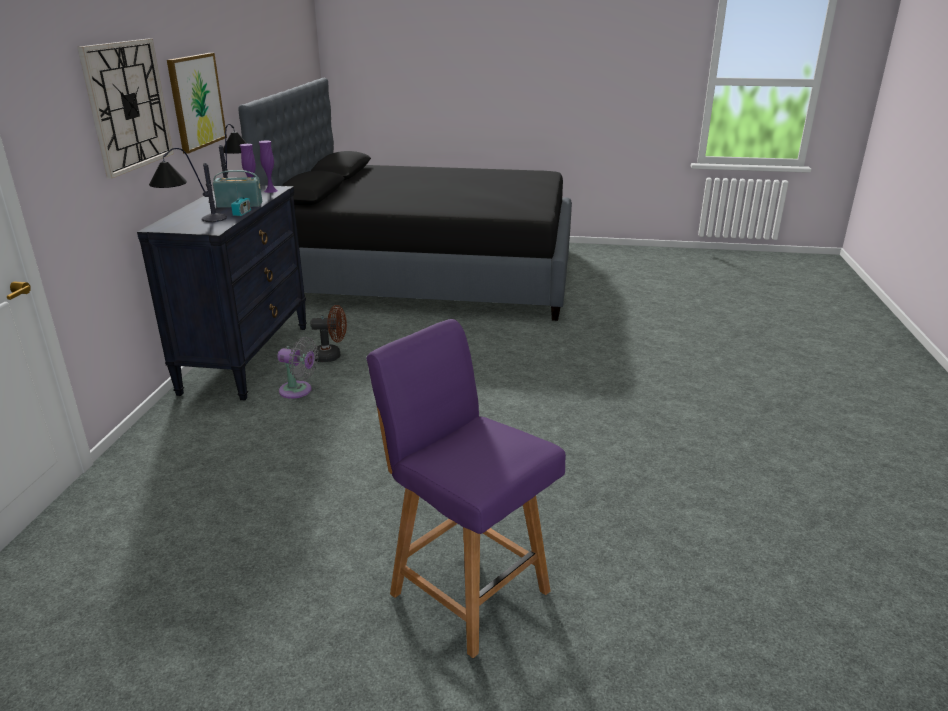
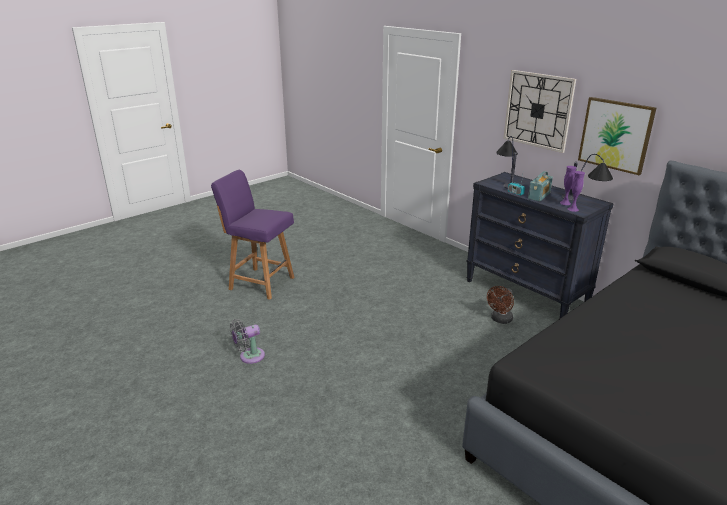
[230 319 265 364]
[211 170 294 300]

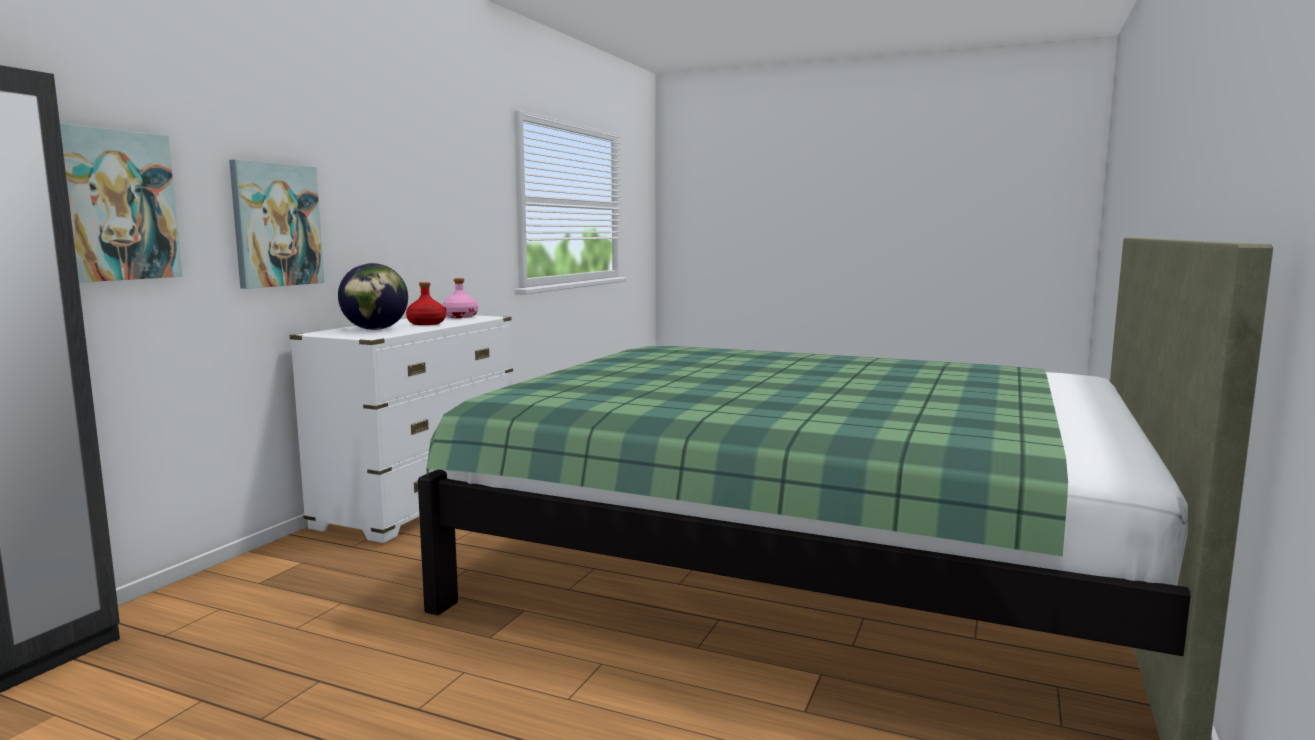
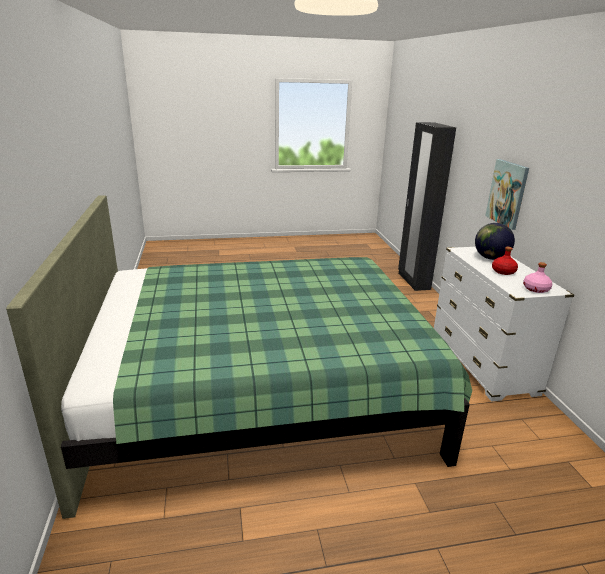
[60 124 182 282] (first image)

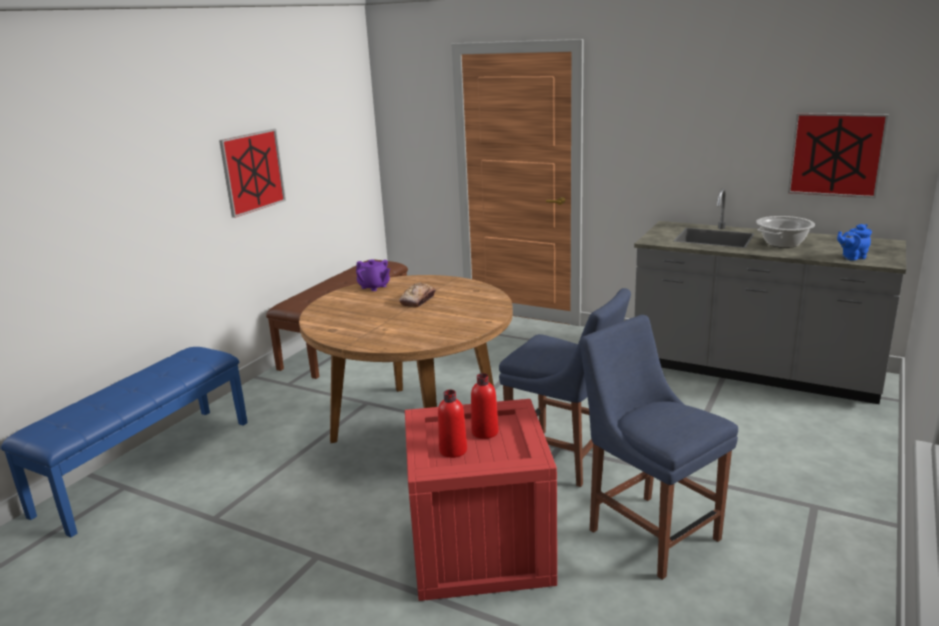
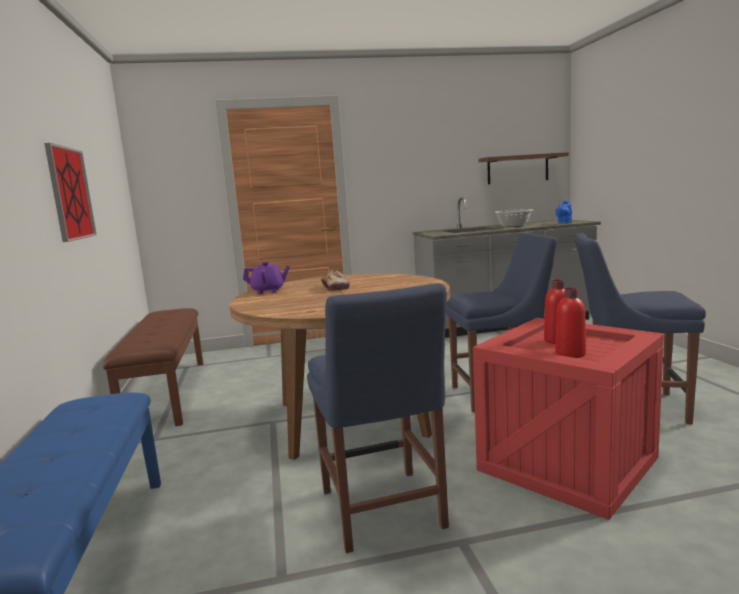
[478 152 569 184]
[307 283 449 553]

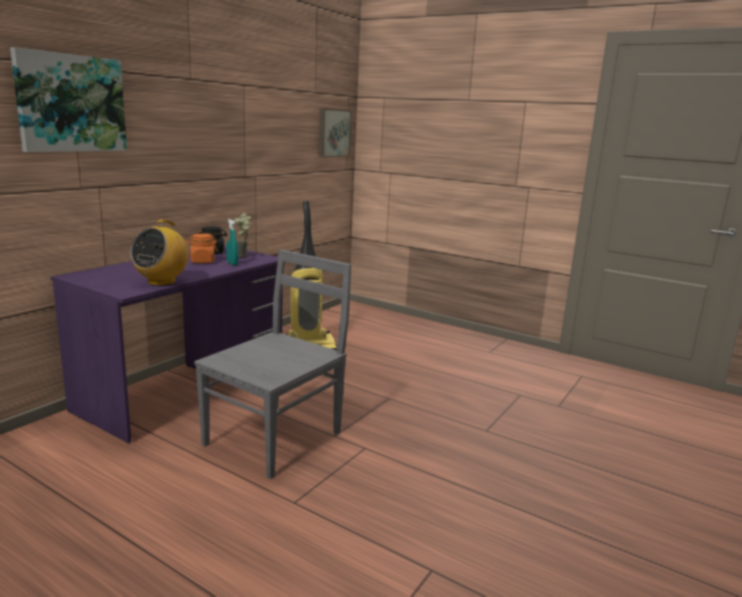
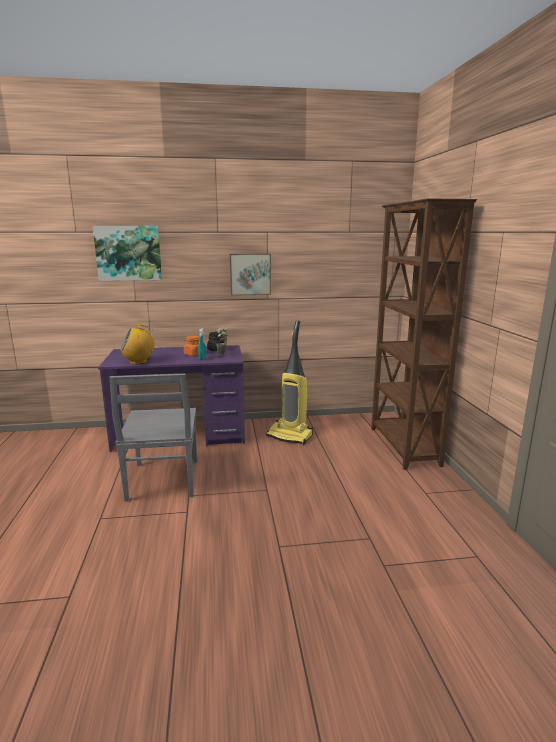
[109 374 197 502]
[230 254 271 296]
[371 198 477 470]

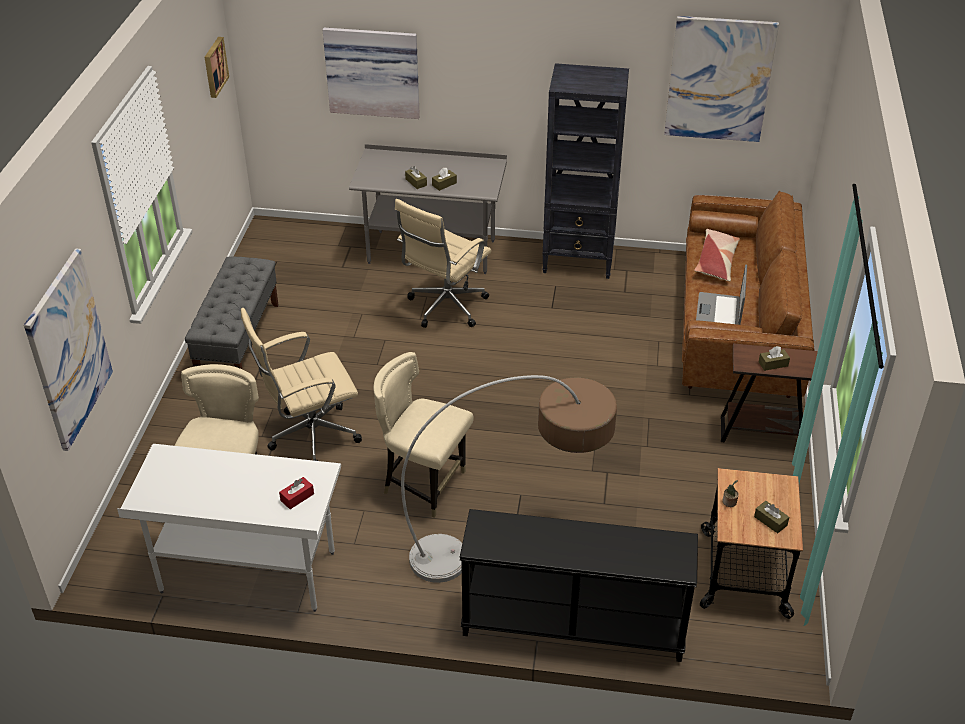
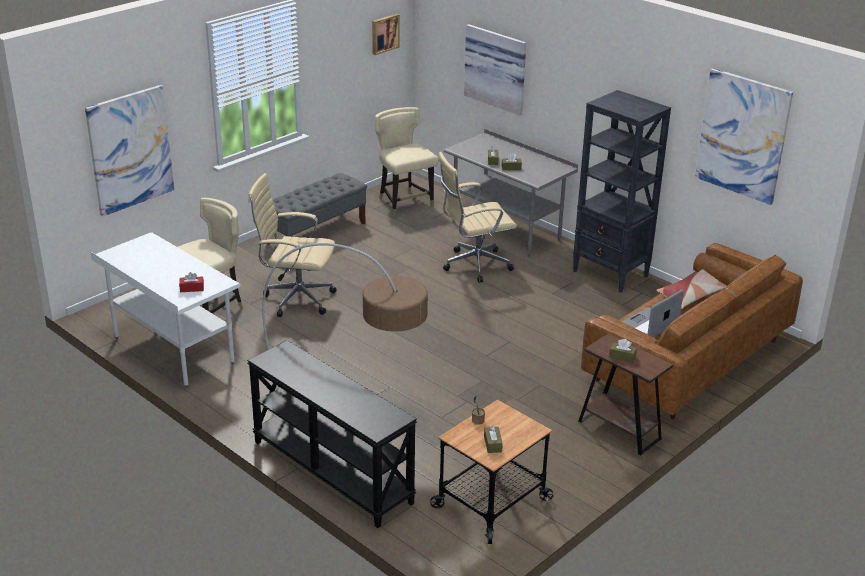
[375 107 438 216]

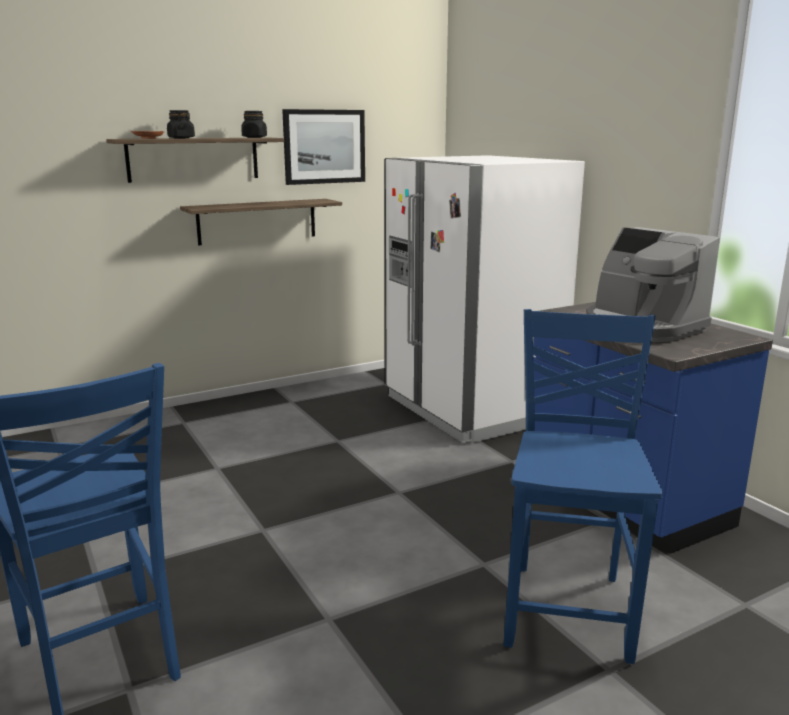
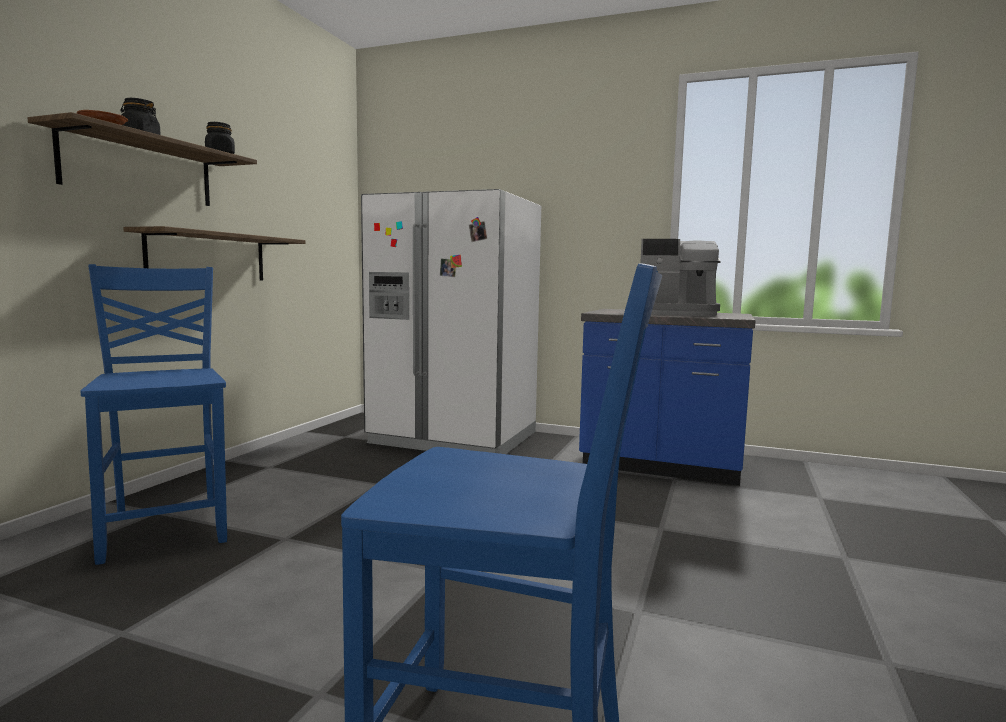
[282 109 365 185] (first image)
[81 264 227 565]

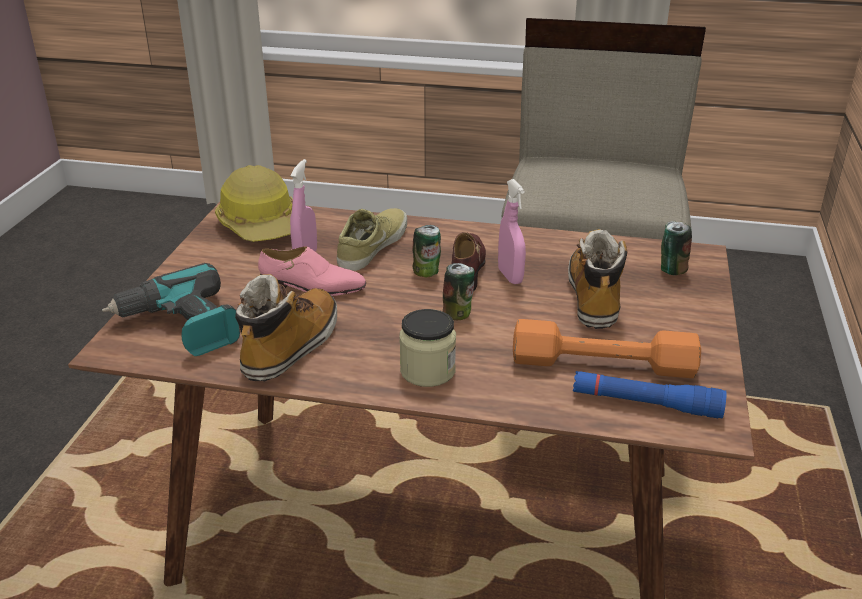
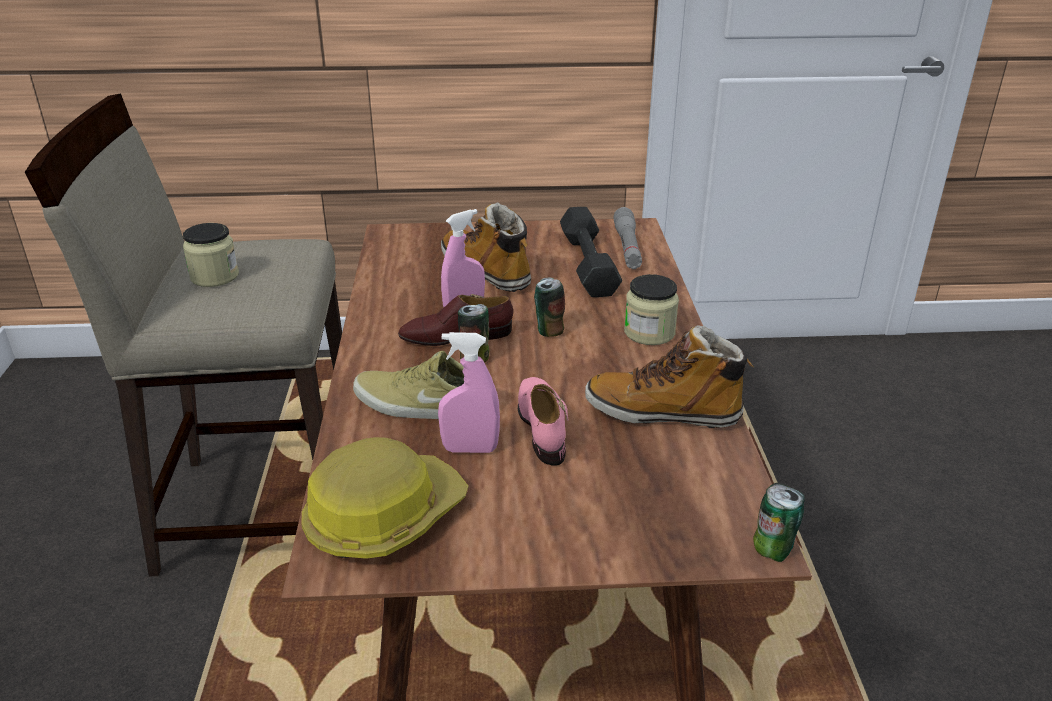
[102 263 240 356] (first image)
[560 207 622 297]
[441 202 531 292]
[613 207 642 269]
[753 483 805 562]
[183 223 239 287]

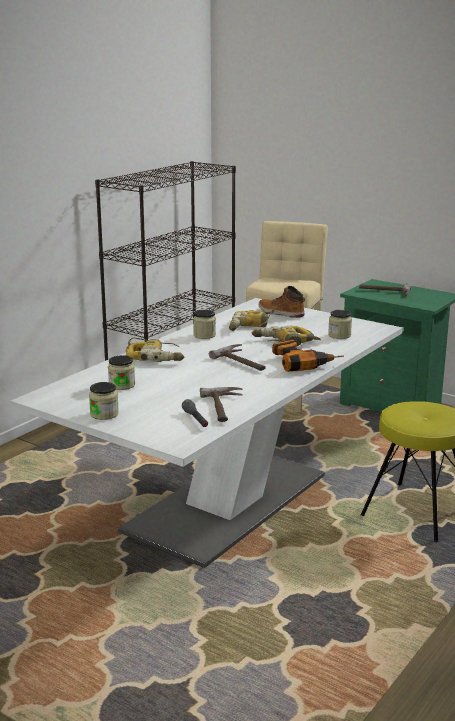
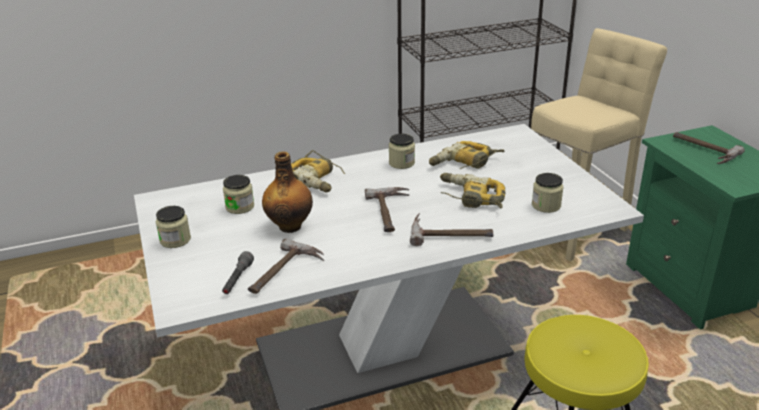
[258 286 305 318] (first image)
[410 213 493 246]
[262 151 313 233]

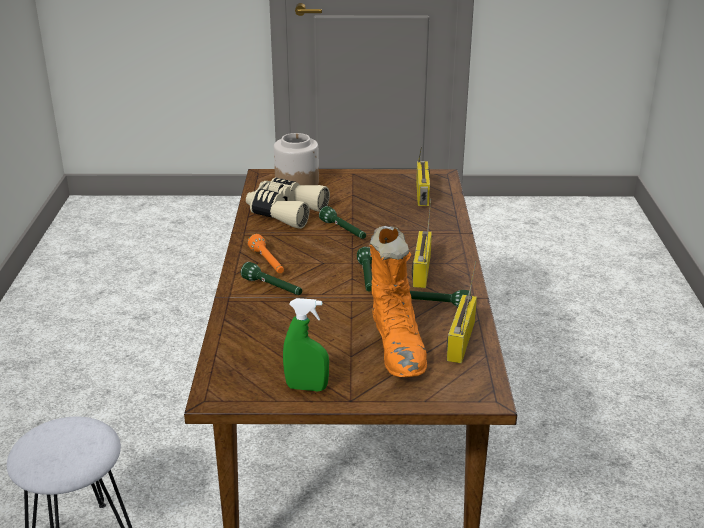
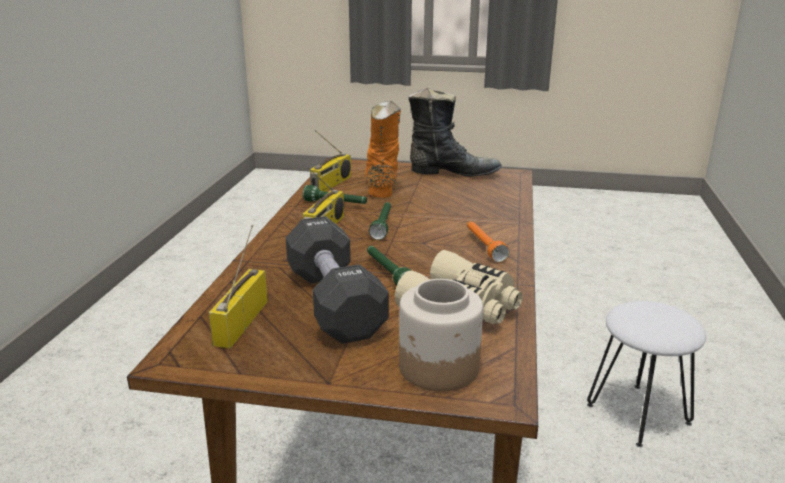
[241 262 302 295] (first image)
[408 88 502 177]
[286 216 389 344]

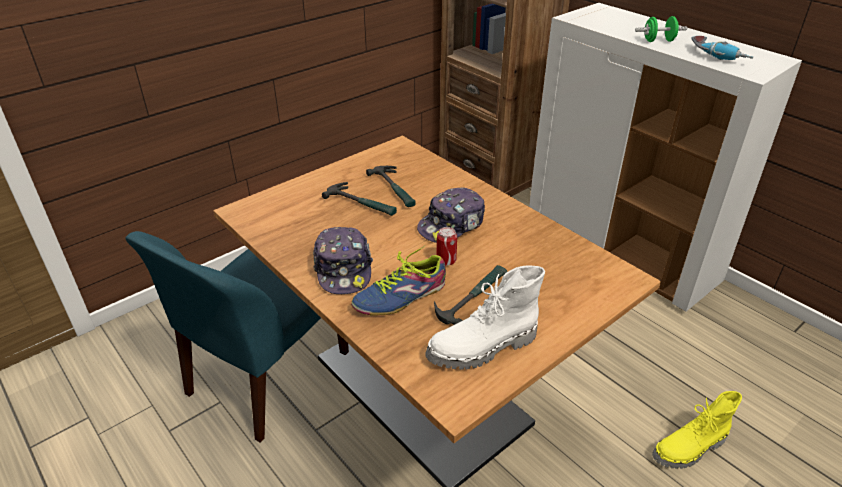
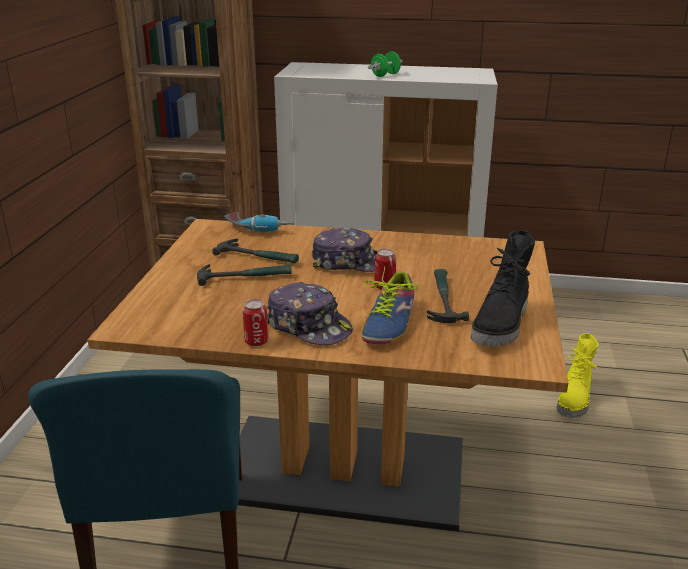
[312 228 377 272]
[471 230 535 347]
[225 212 294 233]
[243 299 269 347]

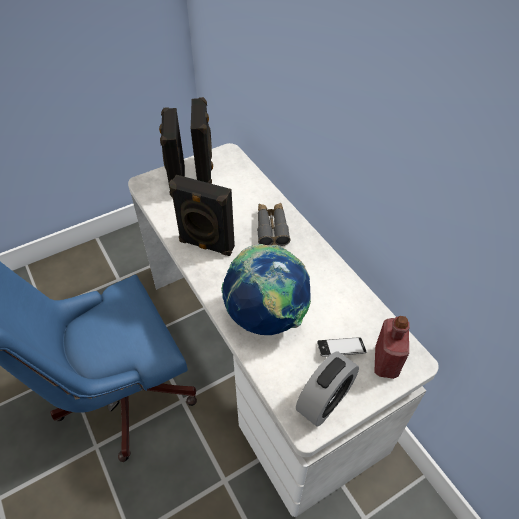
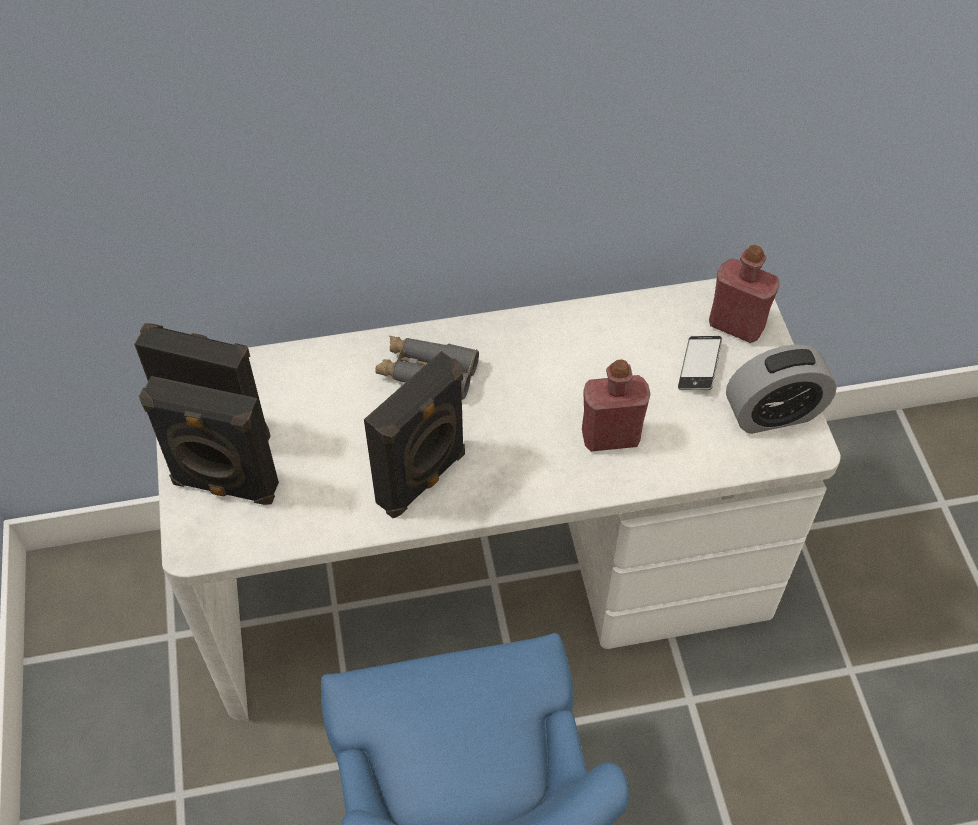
[582 359 650 452]
[726 344 837 434]

